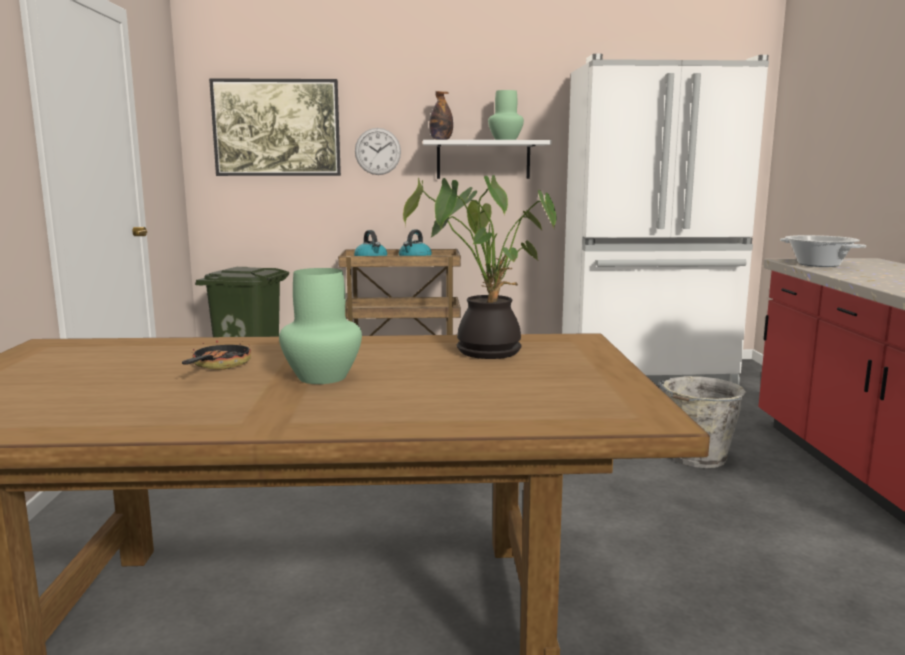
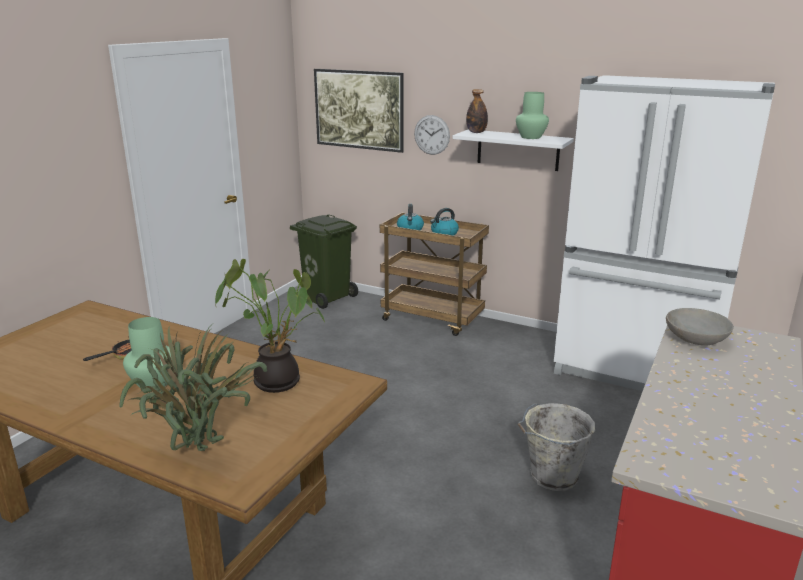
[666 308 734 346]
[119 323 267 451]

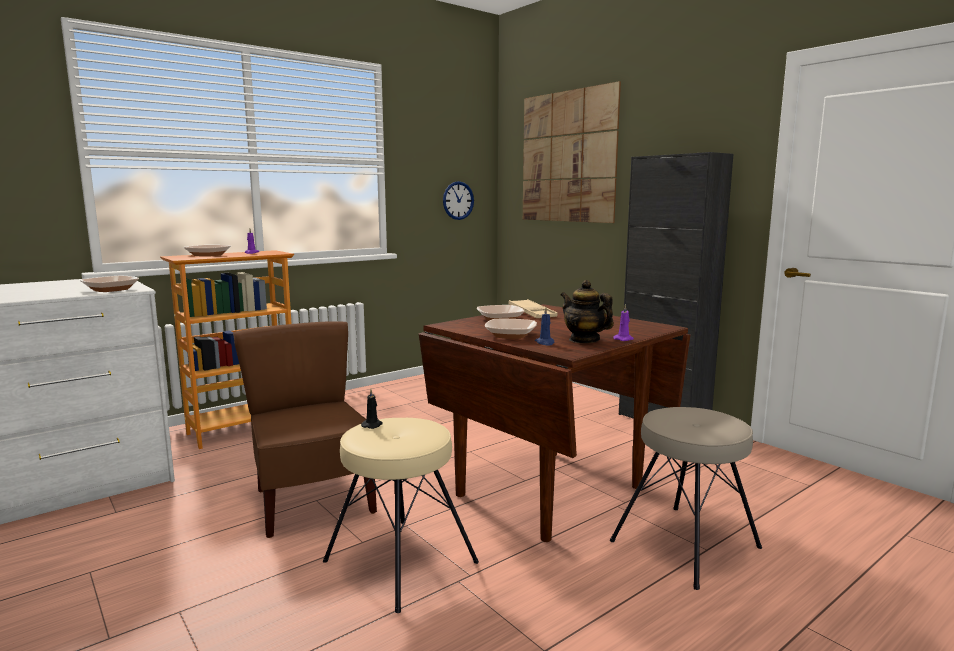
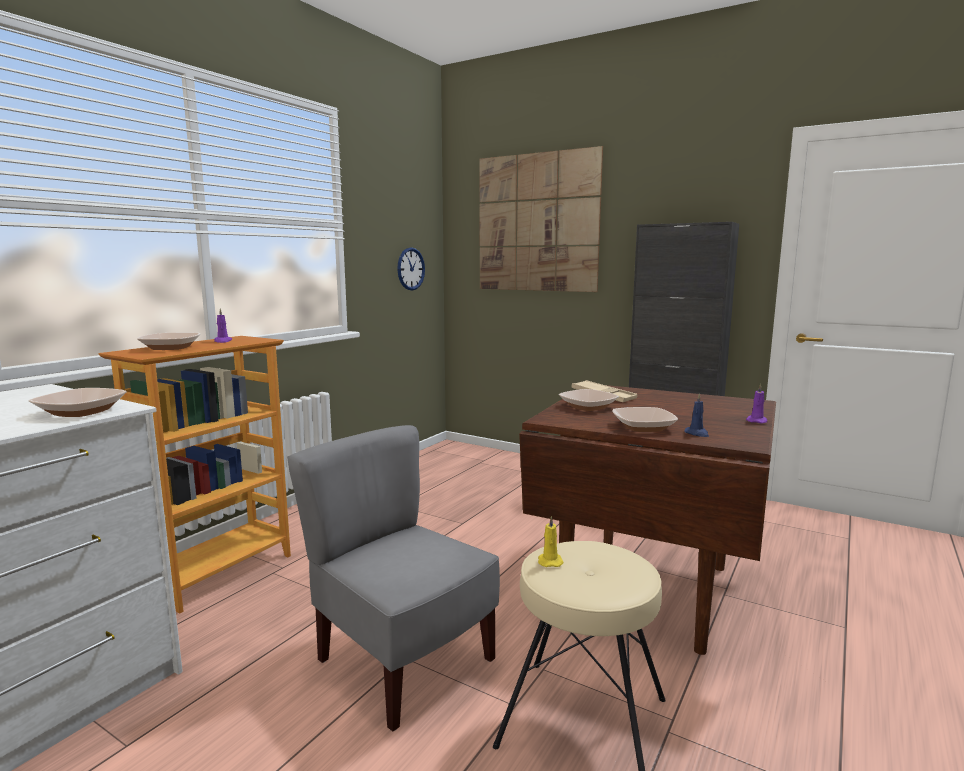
[287 425 500 731]
[538 516 564 567]
[560 280 614 343] (first image)
[610 407 762 590] (first image)

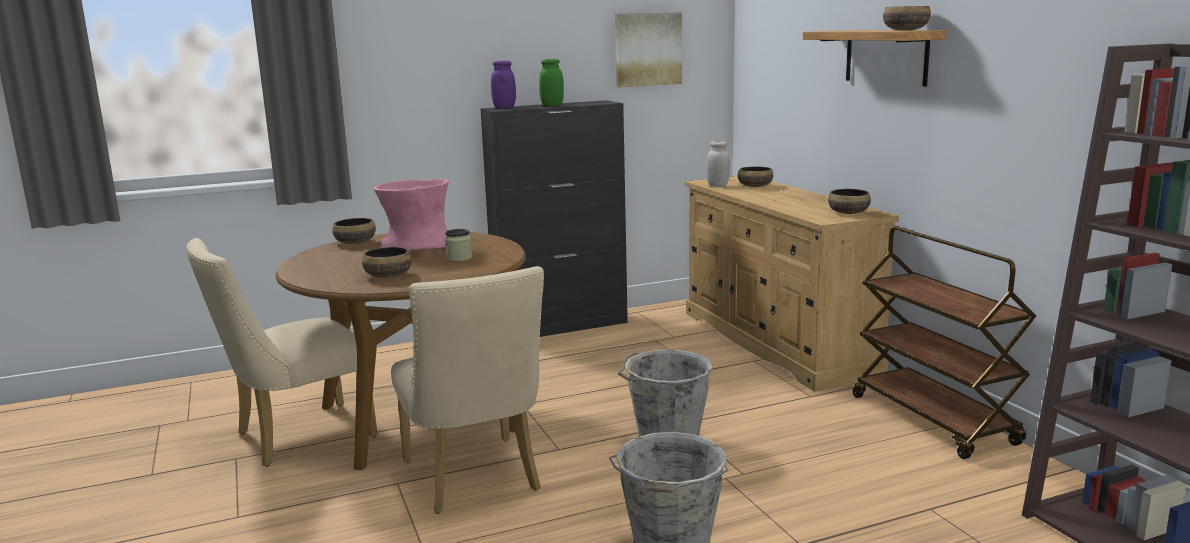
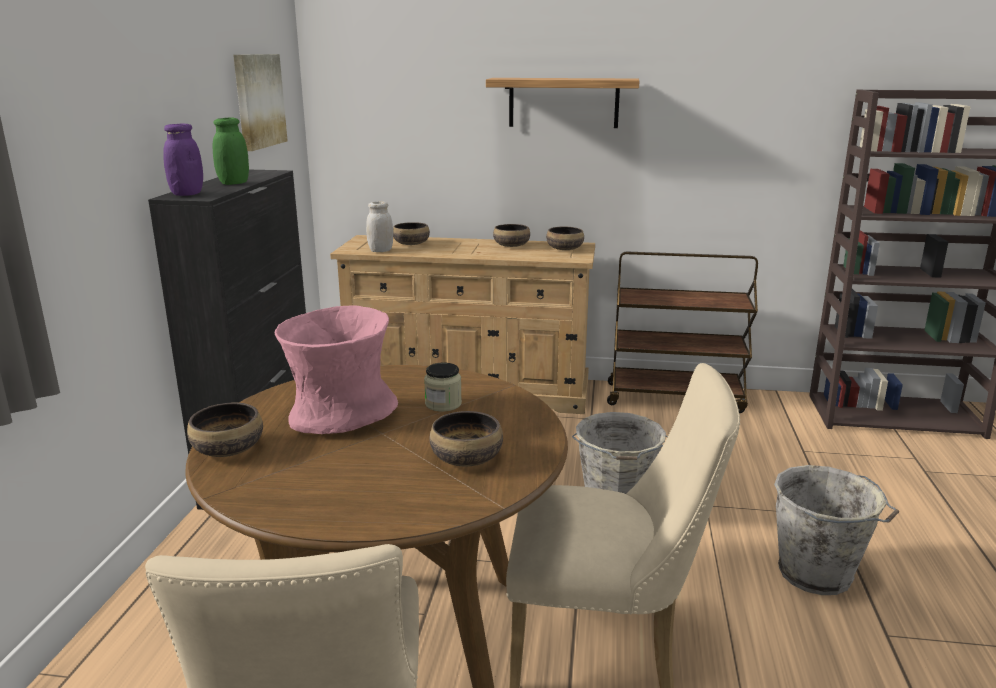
[493 224 530 247]

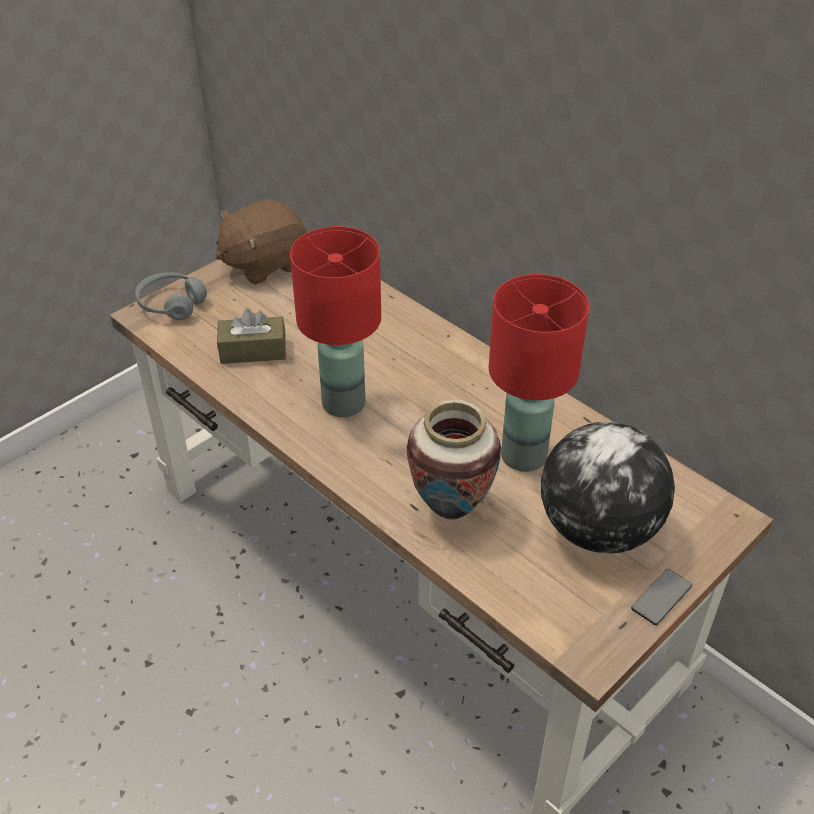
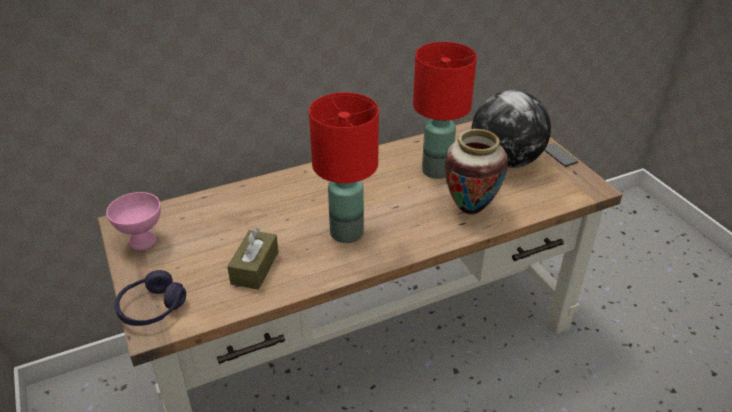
[114 270 186 326]
[106 192 161 250]

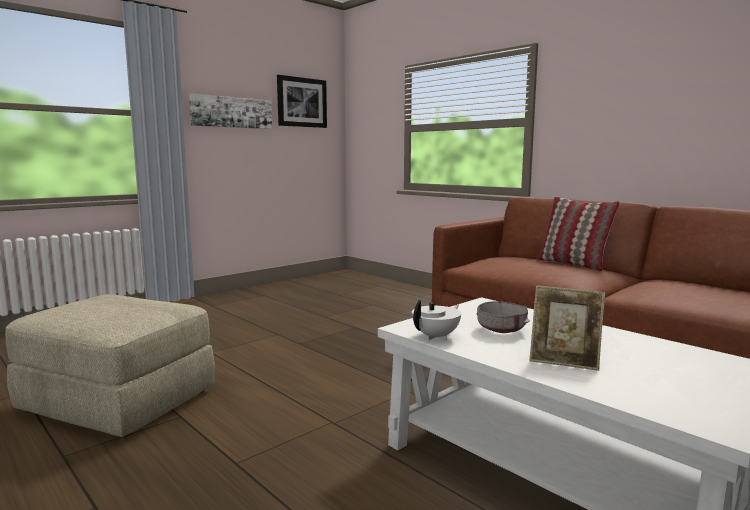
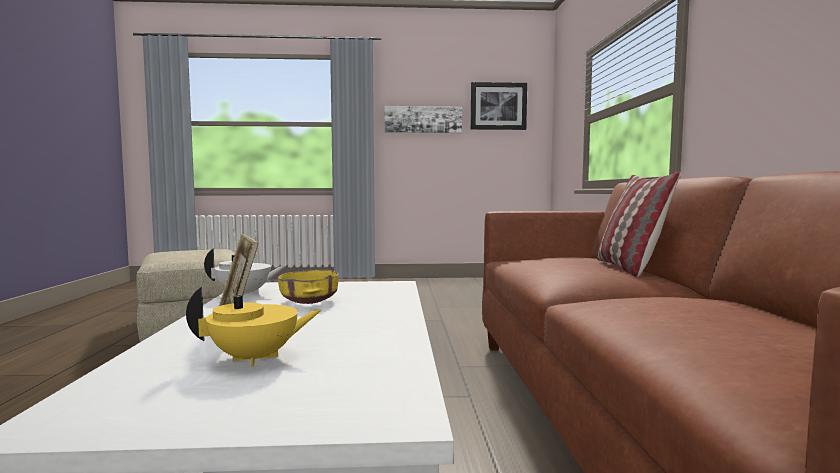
[278 269 339 304]
[186 286 322 367]

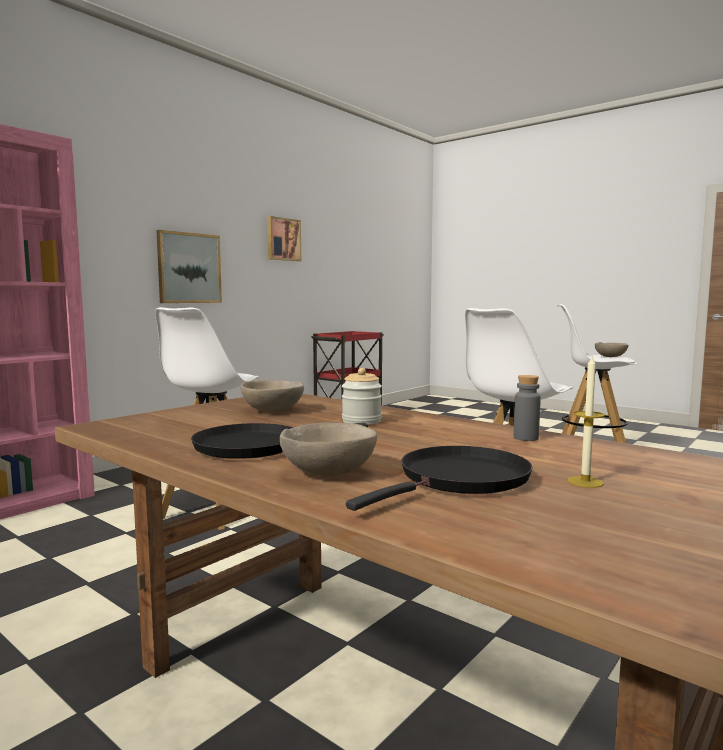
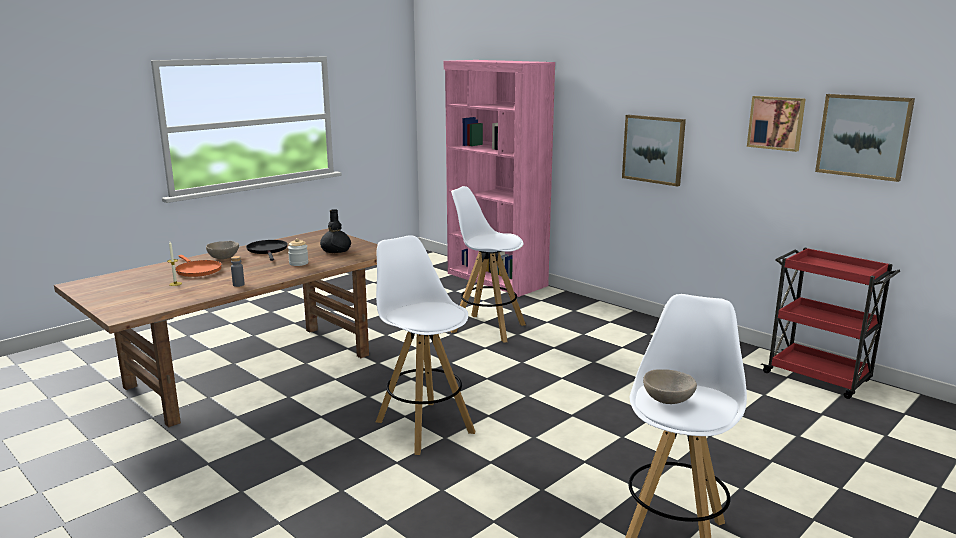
[320 209 351 253]
[175 255 222 277]
[815 94 915 182]

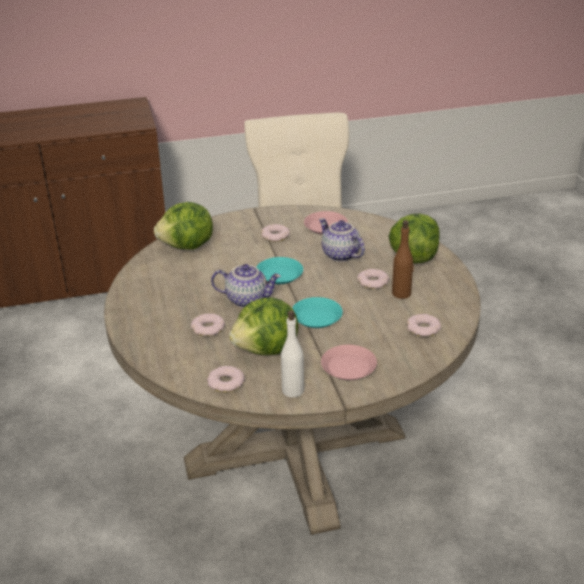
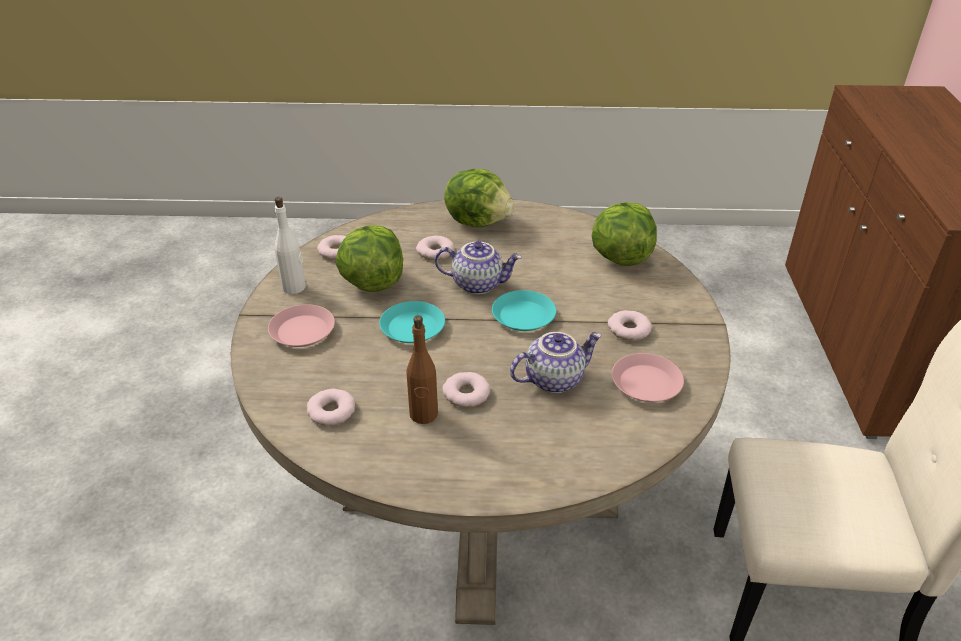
[435 241 522 295]
[444 169 514 227]

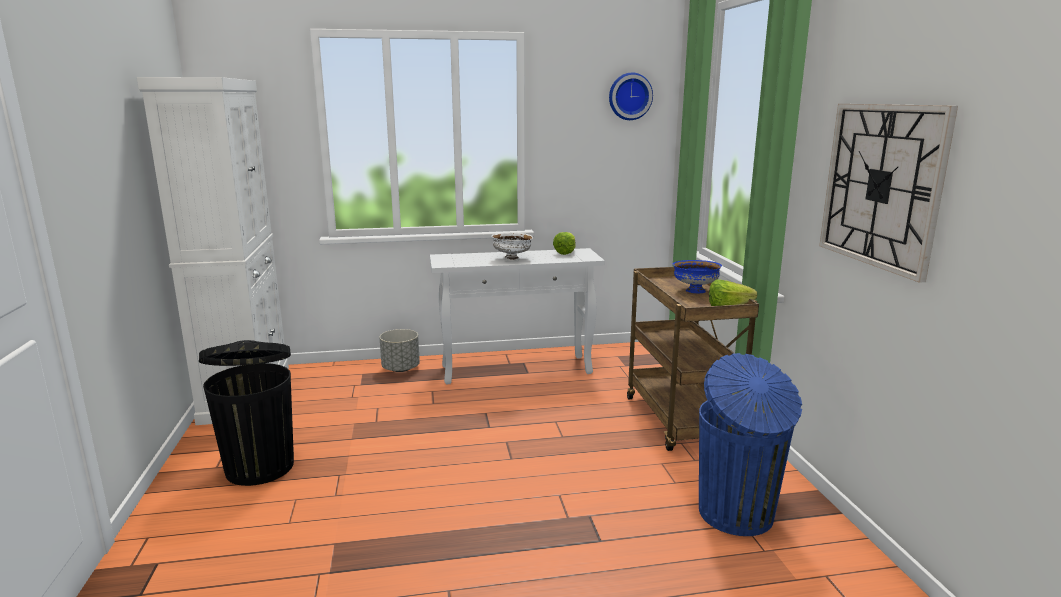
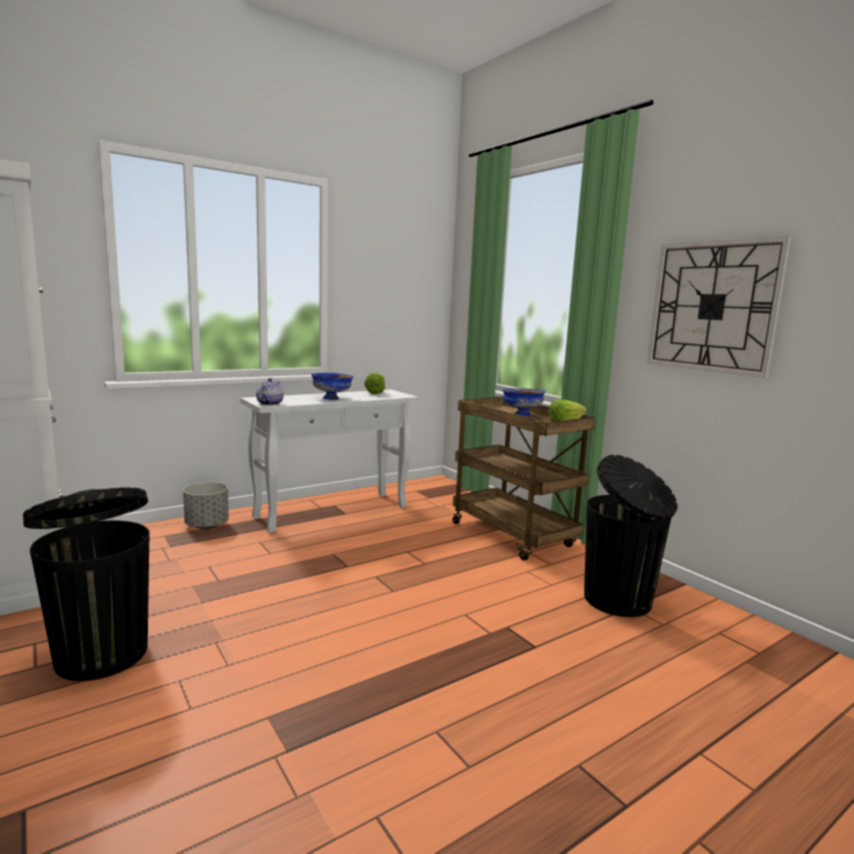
[311 373 353 400]
[609 73 653 120] (first image)
[584 455 678 617]
[256 378 284 405]

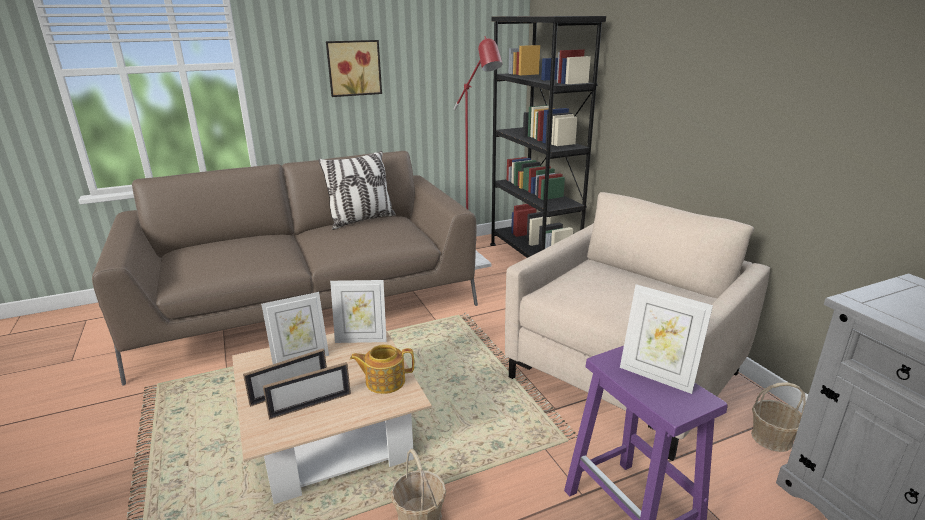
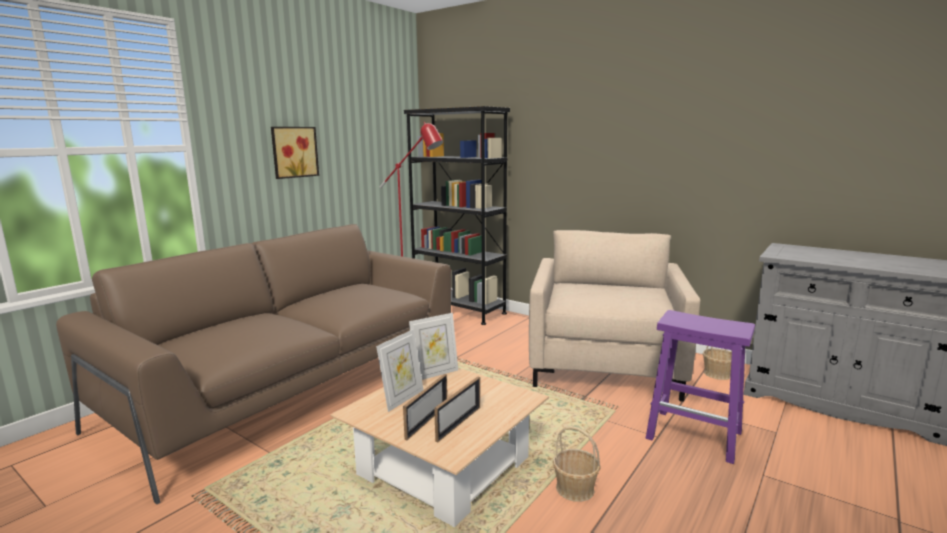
[318 151 396 230] (first image)
[350 344 414 394] (first image)
[620 284 713 394] (first image)

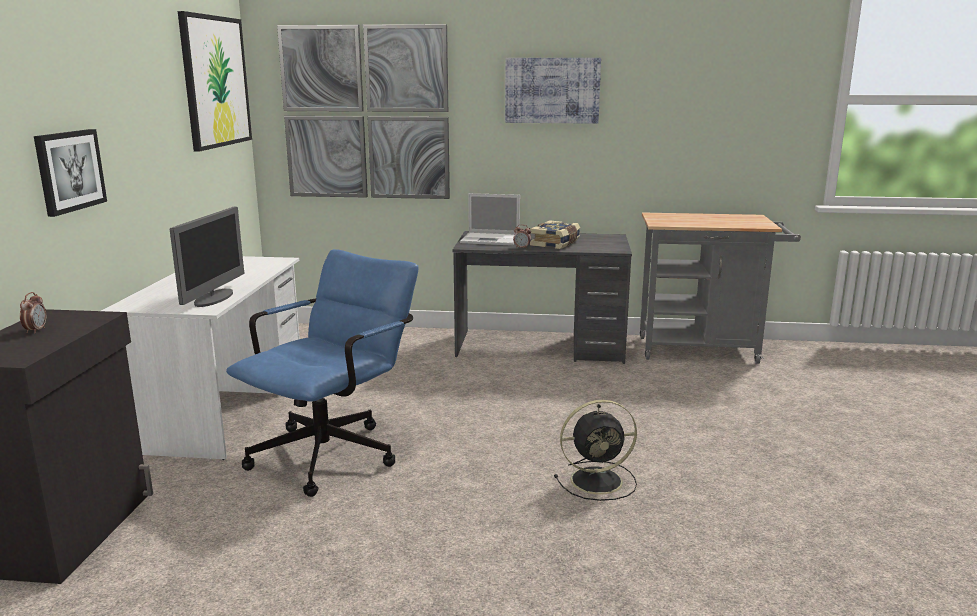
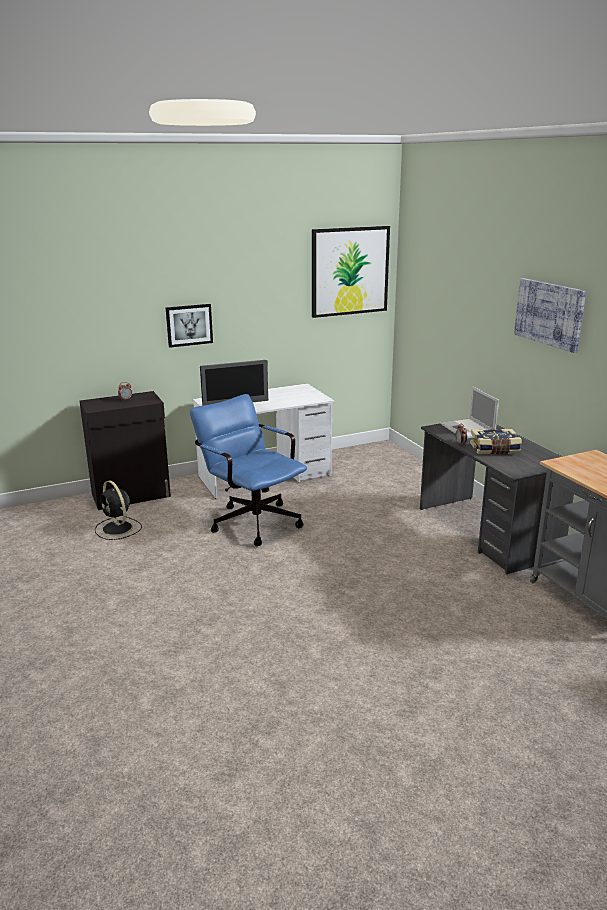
[189 394 307 546]
[277 24 450 199] (first image)
[95 480 142 540]

